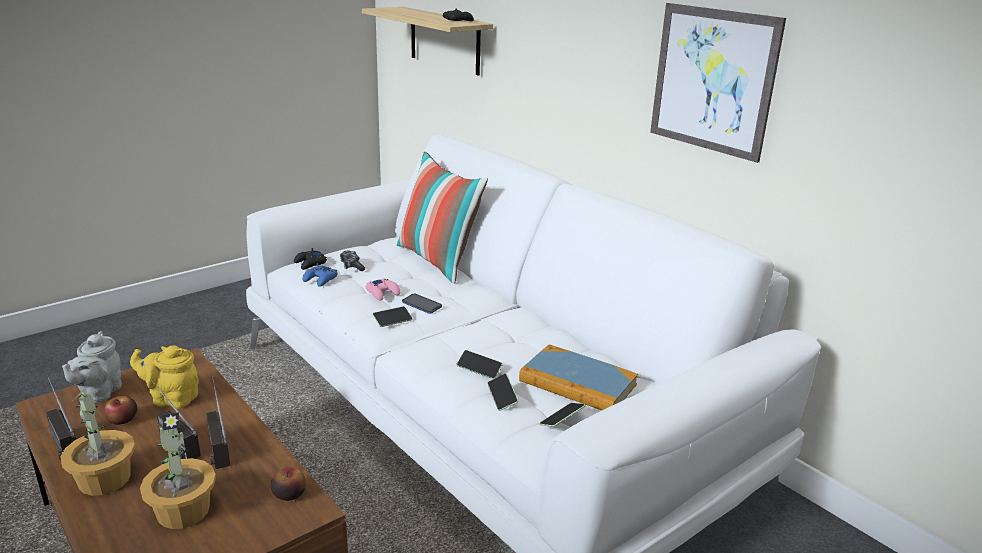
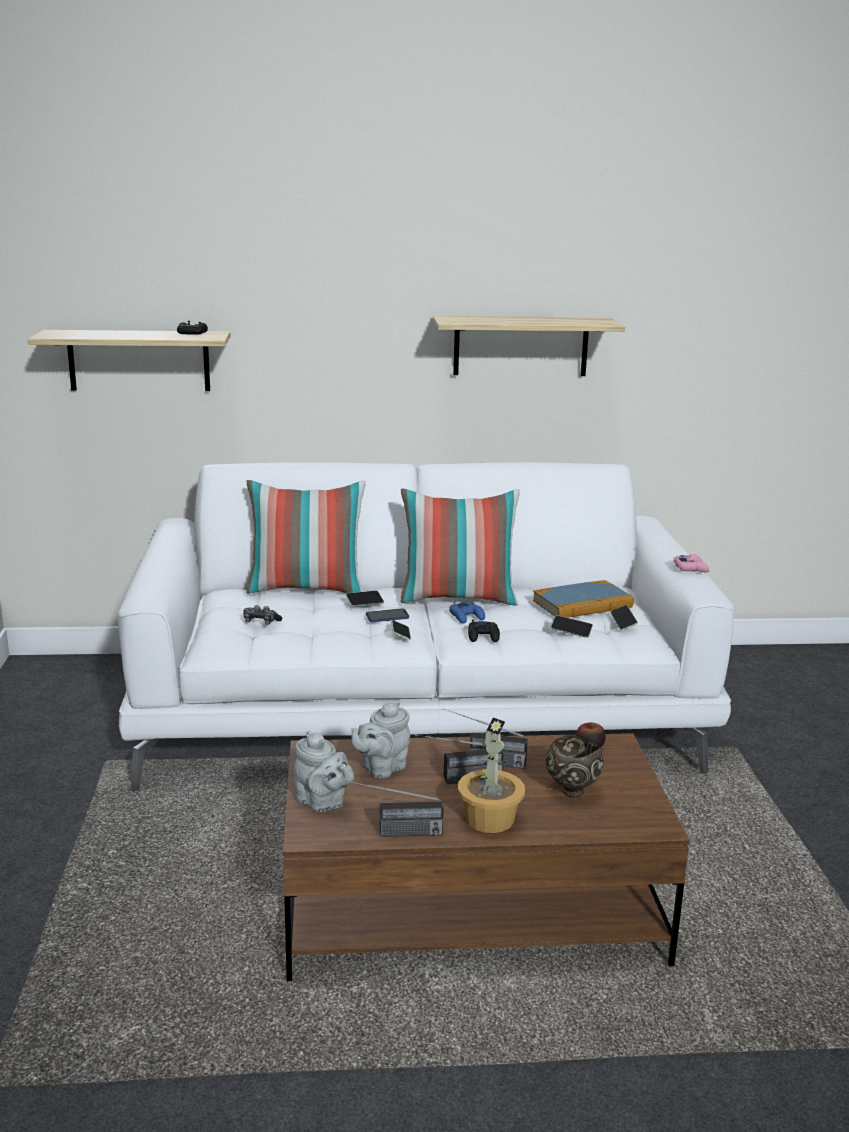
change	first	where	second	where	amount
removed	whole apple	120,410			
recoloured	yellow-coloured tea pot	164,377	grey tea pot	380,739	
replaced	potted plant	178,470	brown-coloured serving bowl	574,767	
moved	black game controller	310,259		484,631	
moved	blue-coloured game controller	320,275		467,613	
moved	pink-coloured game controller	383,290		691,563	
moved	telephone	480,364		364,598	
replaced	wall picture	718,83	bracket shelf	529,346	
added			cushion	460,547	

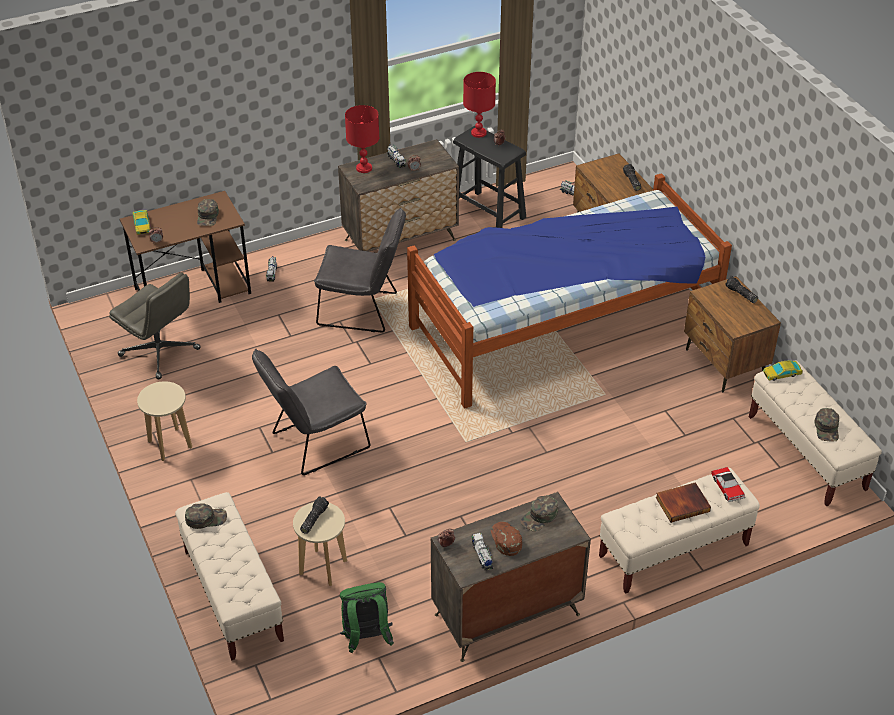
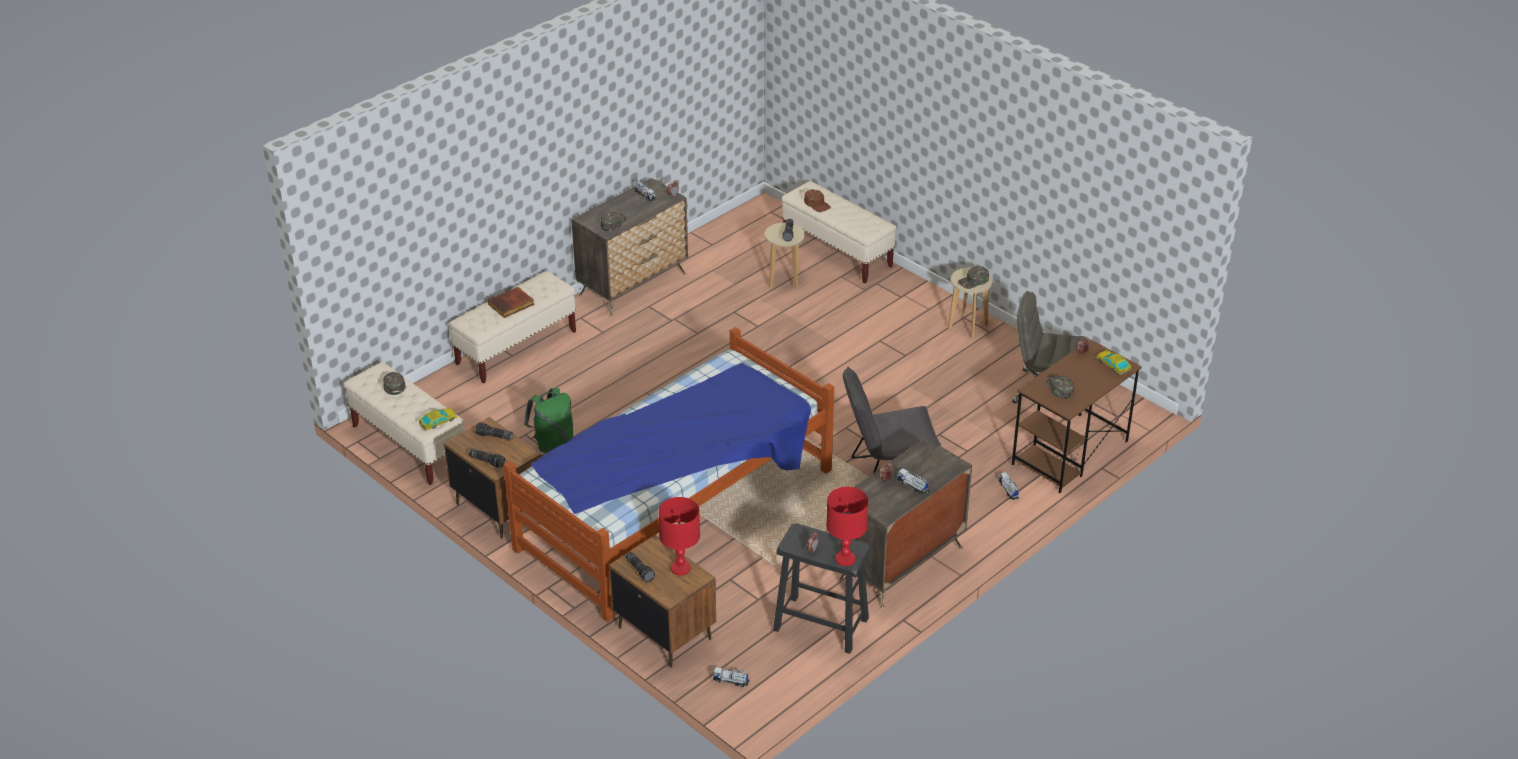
change	first	where	second	where	amount
moved	green baseball cap	206,516		973,277	
removed	grey plain chair	311,412			
moved	green knapsack	367,617		548,420	
moved	reddish tabletop lamp	362,139		679,536	
moved	brown-coloured baseball cap	506,539		817,200	
removed	model car	728,484			
added			hand torch	494,431	

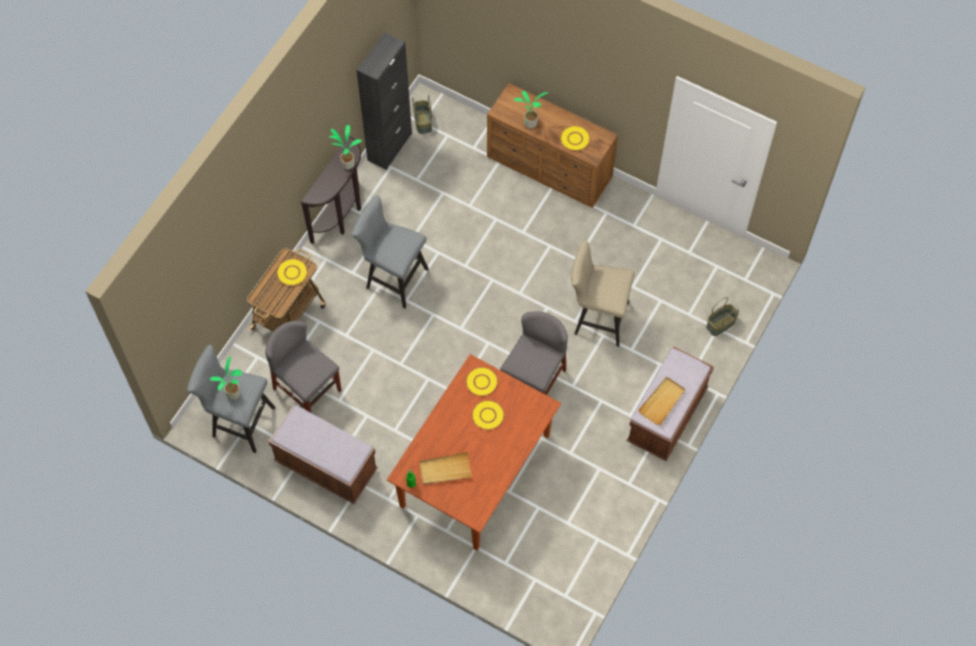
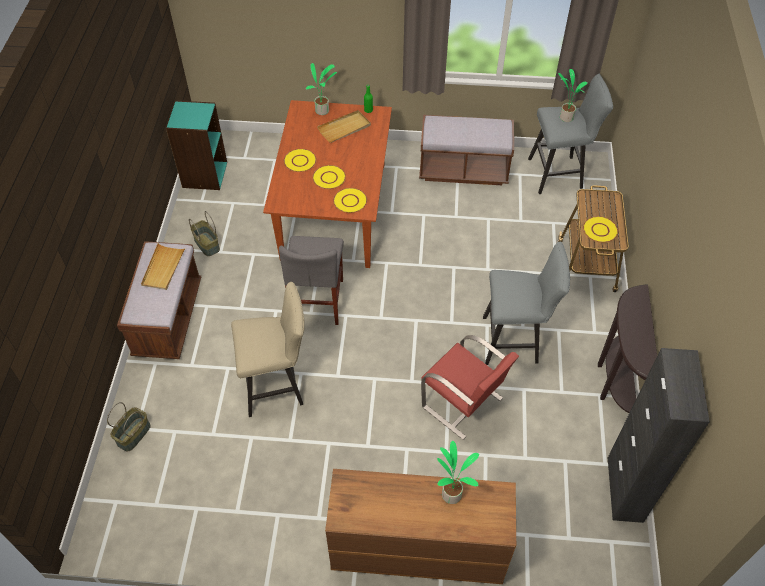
change	first	where	second	where	amount
removed	grey plain chair	303,367			
moved	potted plant	345,147		321,89	
moved	household basket	422,114		204,233	
moved	yellow-coloured dinner plate	575,138		300,160	
added			blue-green shelving unit	196,145	
added			reddish plain chair	470,387	

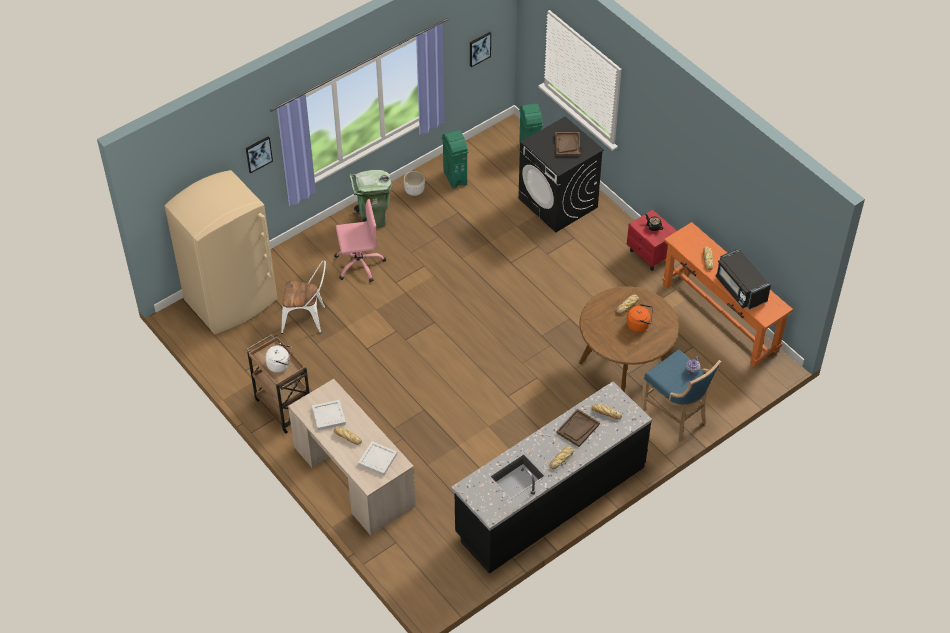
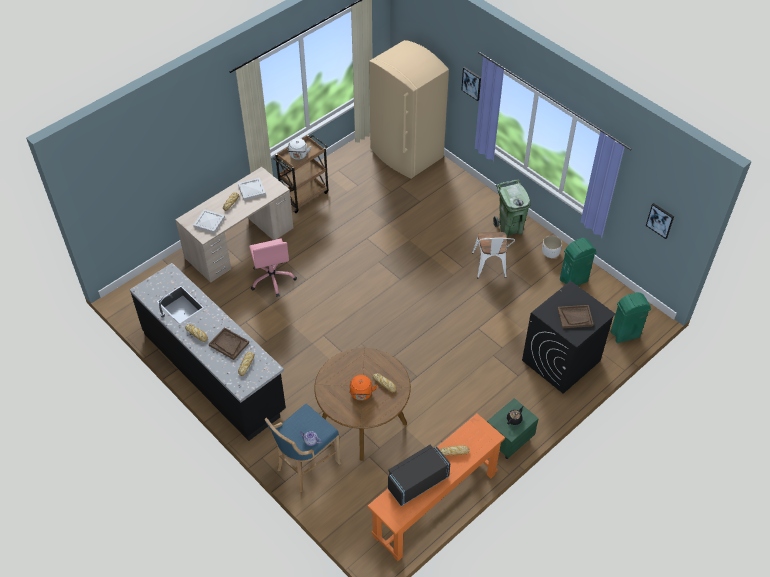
change	first	where	second	where	amount
moved	whitish plain chair	303,297		493,255	
moved	pink-coloured desk chair	360,240		273,267	
recoloured	reddish bedside table	652,240	green bedside table	513,428	

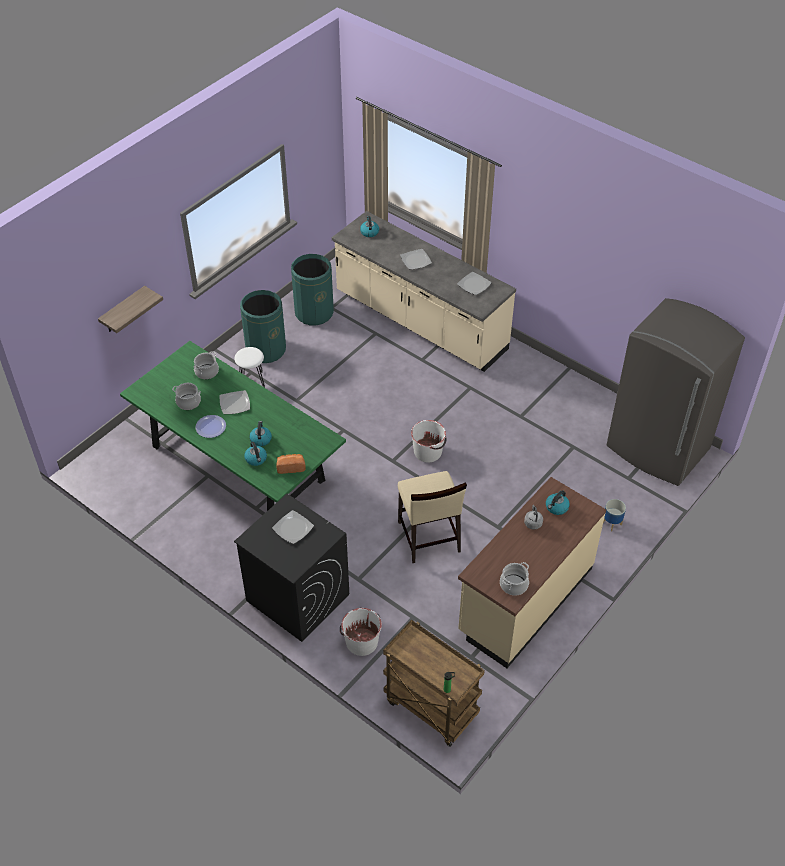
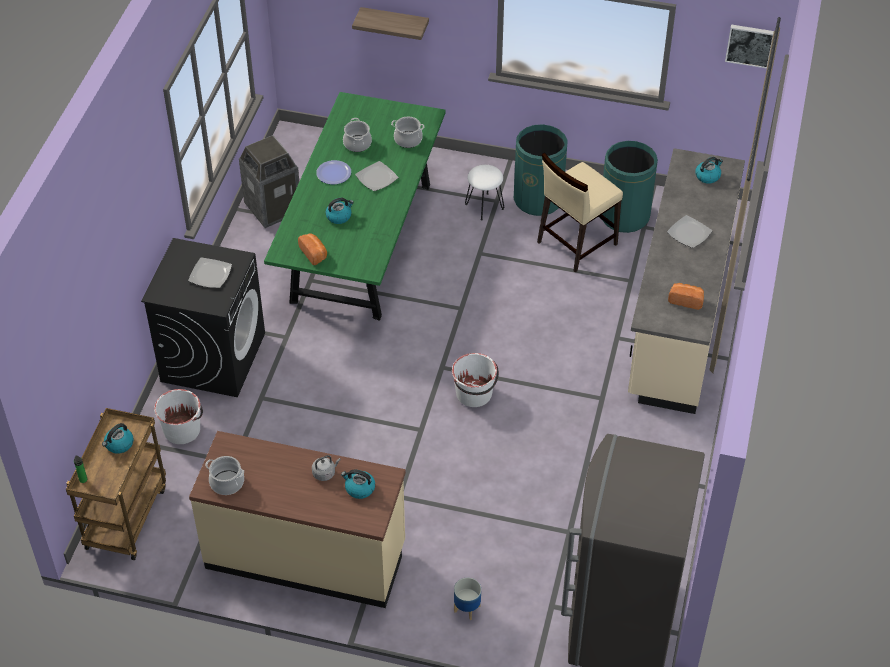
change	first	where	second	where	amount
moved	tea kettle	255,454		118,438	
moved	beige-coloured plain chair	432,517		580,212	
replaced	dinner plate	474,283	baked bread	686,296	
added			rubbish bin	269,181	
added			wall picture	749,46	

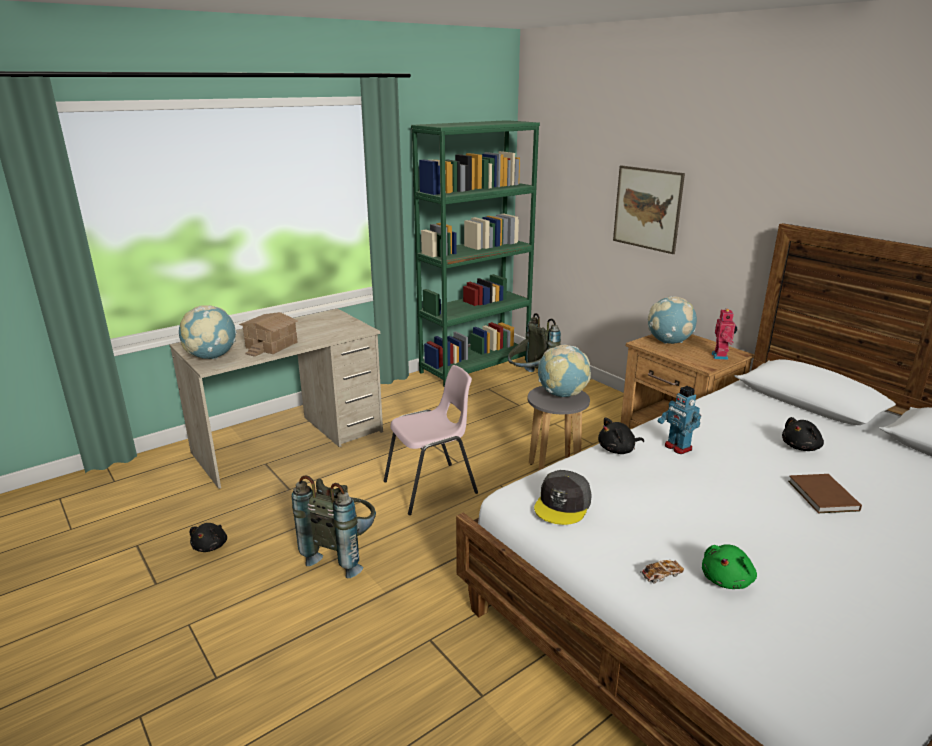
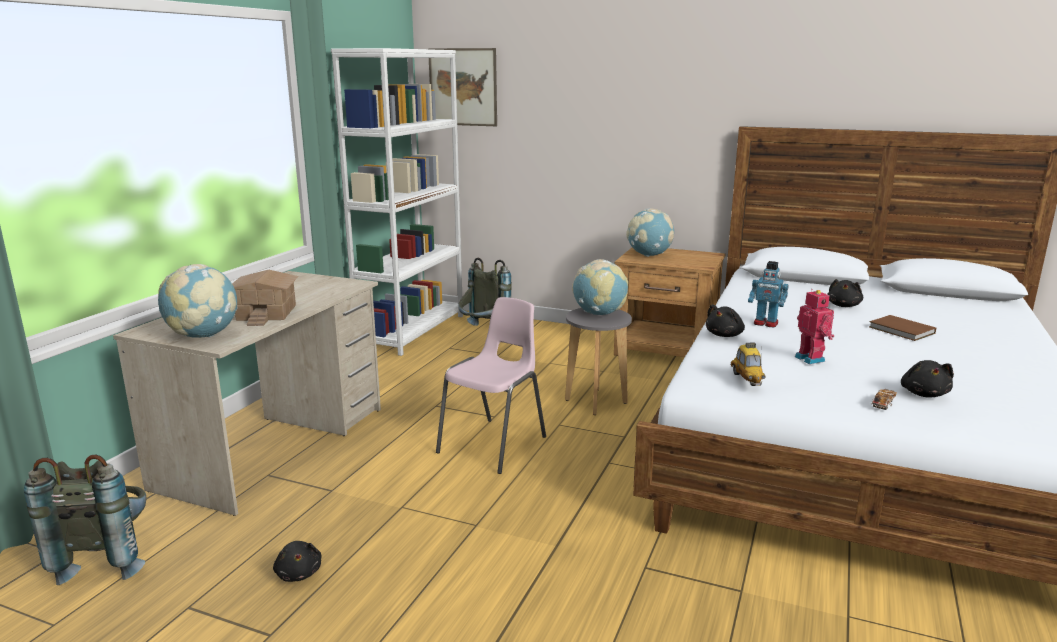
change	first	where	second	where	amount
moved	grey knapsack	334,527		85,519	
recoloured	green shelving unit	475,253	whitish shelving unit	397,202	
replaced	grey baseball cap	563,497	model car	748,364	
moved	wall picture	649,209		462,87	
recoloured	green cuddly toy	729,566	black cuddly toy	927,378	
moved	model robot	724,334		814,326	

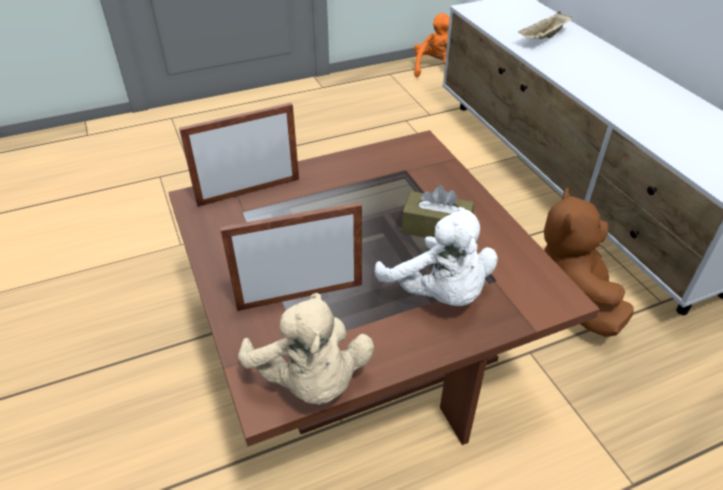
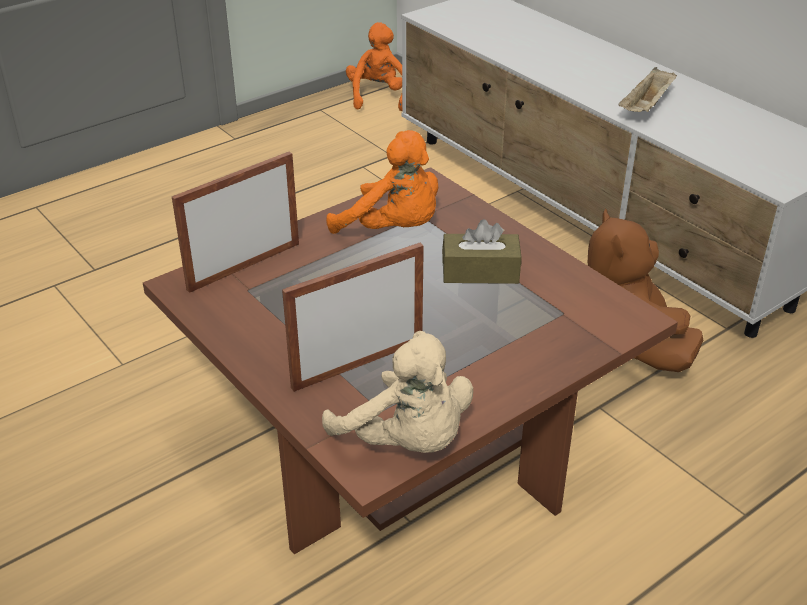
change	first	where	second	where	amount
removed	whitish cuddly toy	436,256			
moved	beige-coloured tray	545,25		647,89	
added			orange-coloured cuddly toy	382,182	

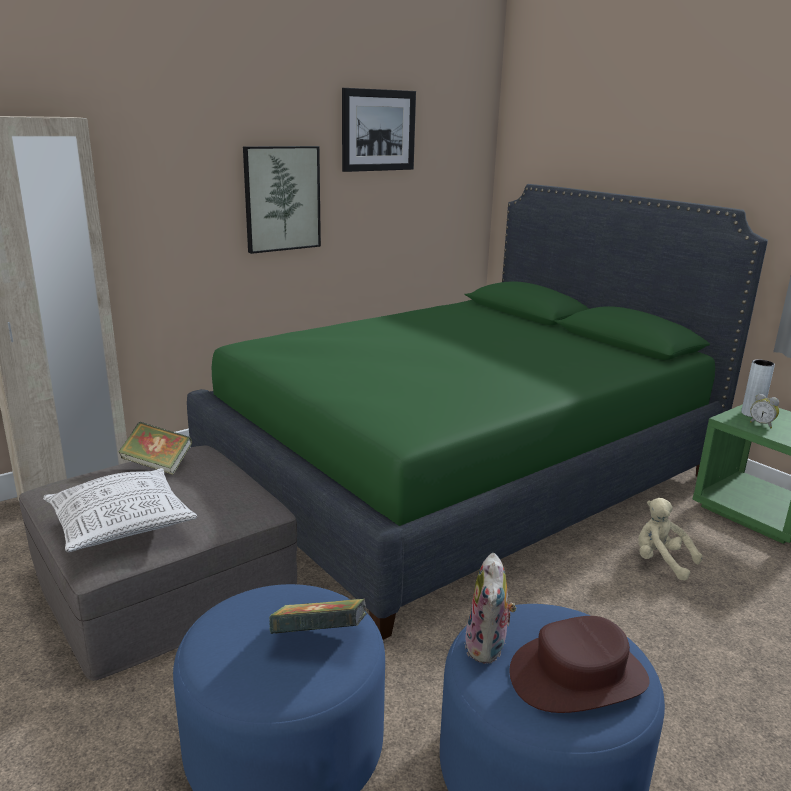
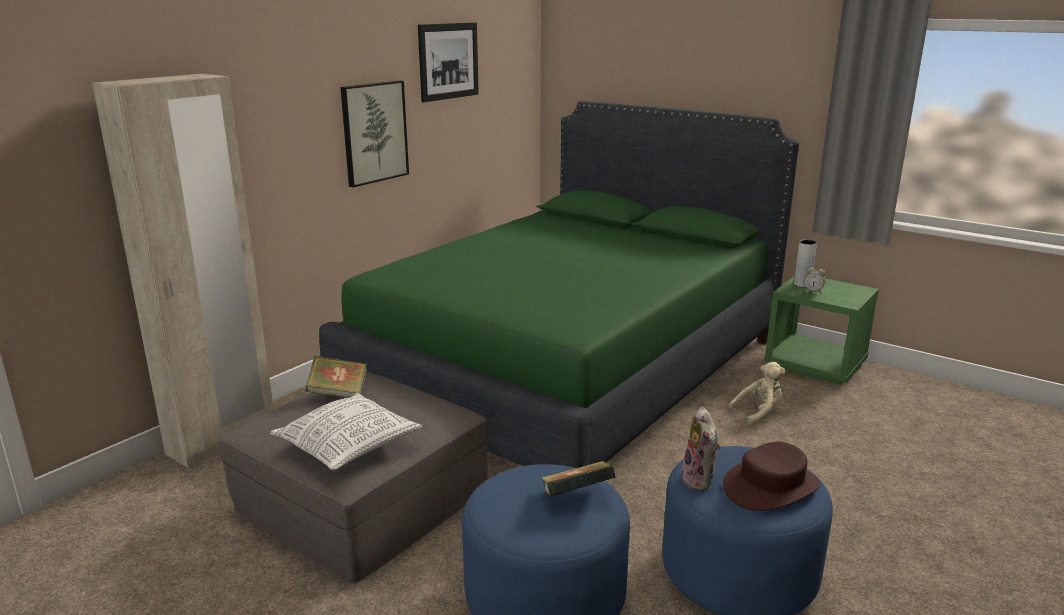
change	first	where	second	where	amount
turned	beige-coloured cuddly toy	671,539		757,393	135 degrees clockwise

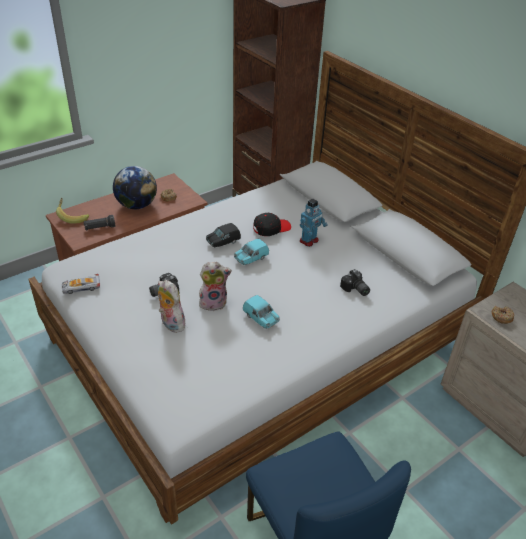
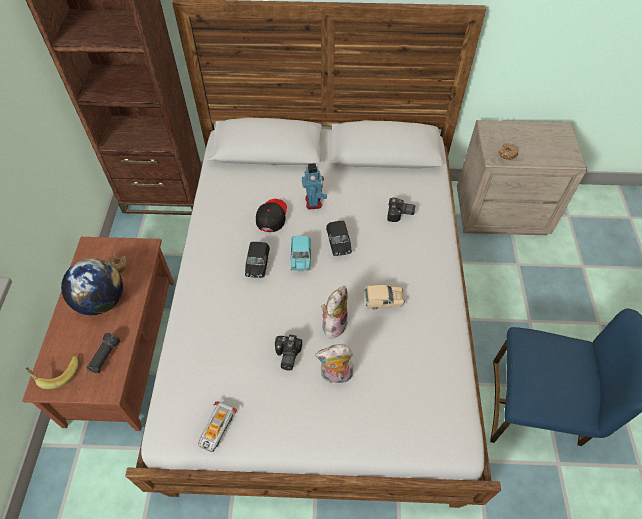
change	first	where	second	where	amount
recoloured	blue-green model car	261,312	beige-coloured model car	384,297	
added			black model car	339,238	

